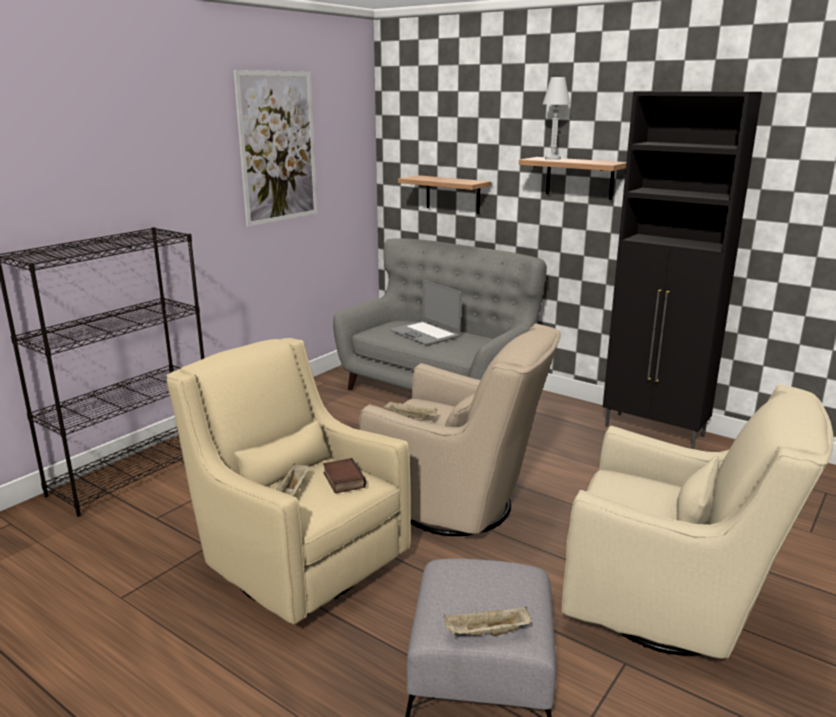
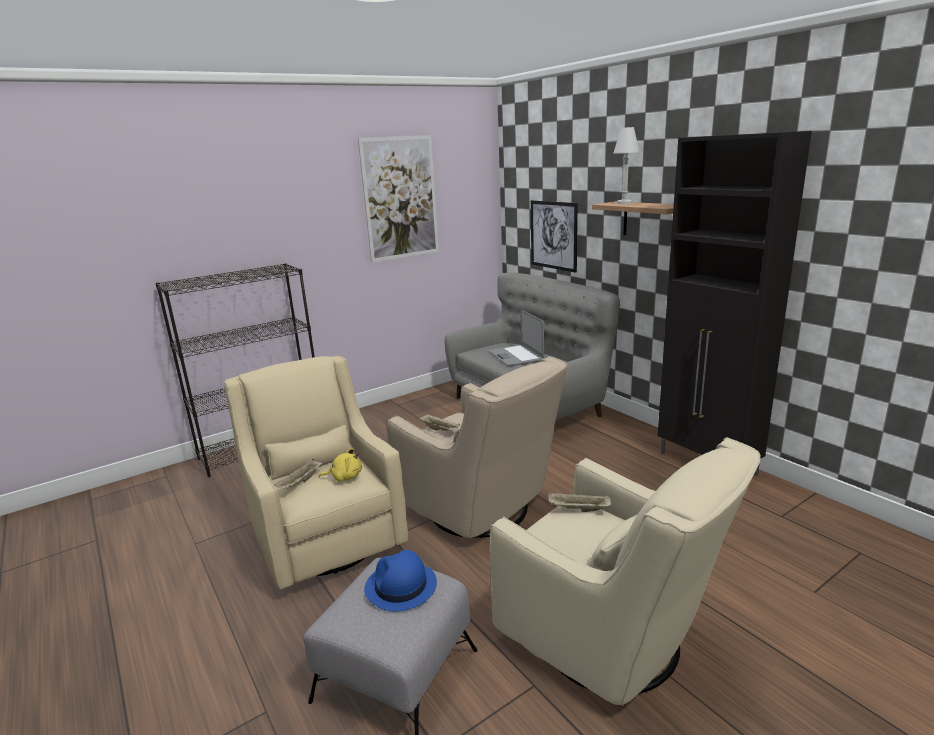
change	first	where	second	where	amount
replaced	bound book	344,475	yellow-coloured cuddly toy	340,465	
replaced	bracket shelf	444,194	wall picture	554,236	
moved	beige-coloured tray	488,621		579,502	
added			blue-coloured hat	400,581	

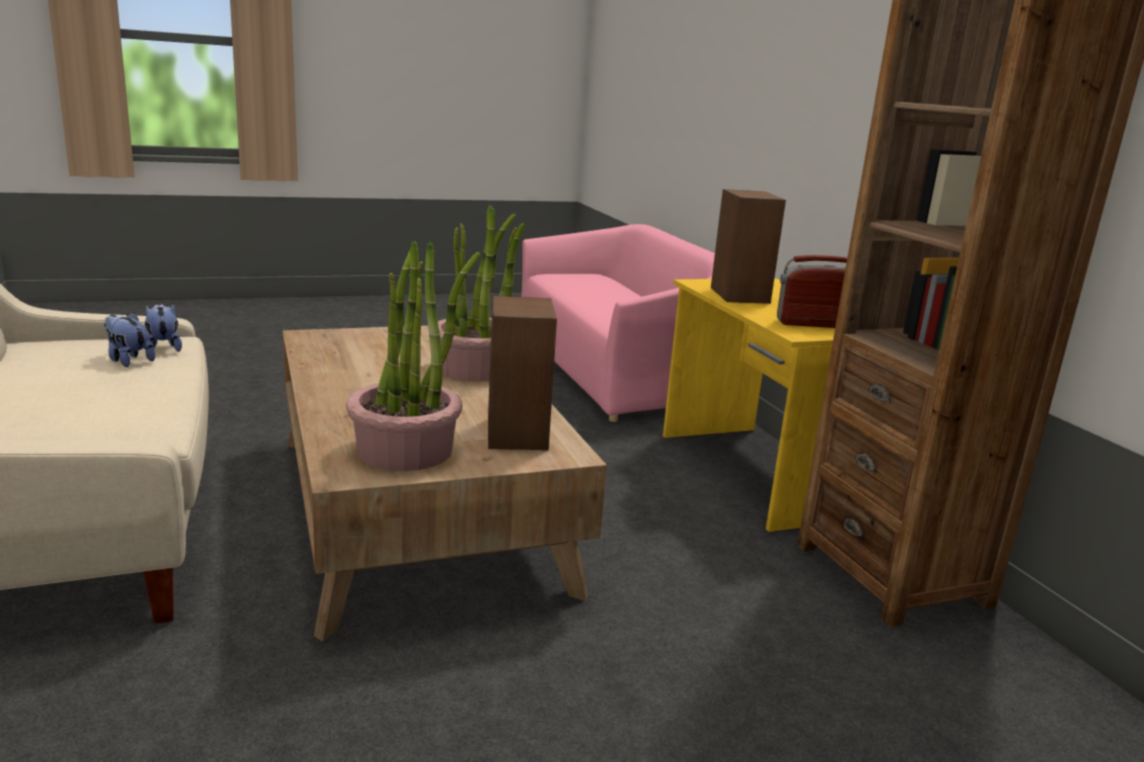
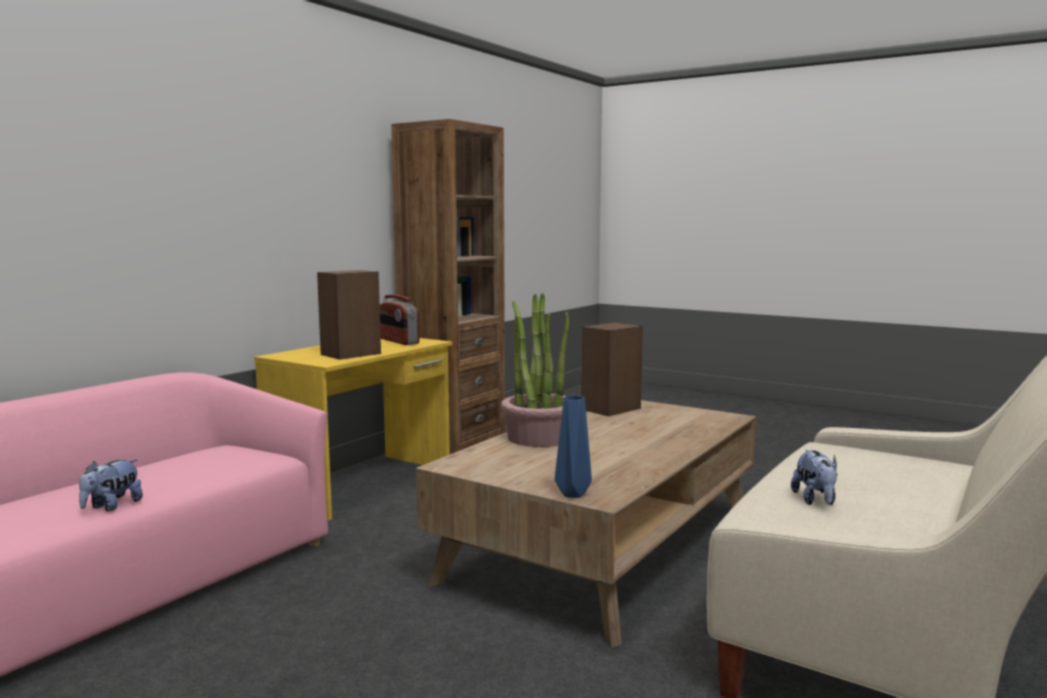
change	first	where	second	where	amount
moved	cuddly toy	163,327		111,486	
removed	potted plant	413,355			
added			blue-coloured decorative vase	573,446	

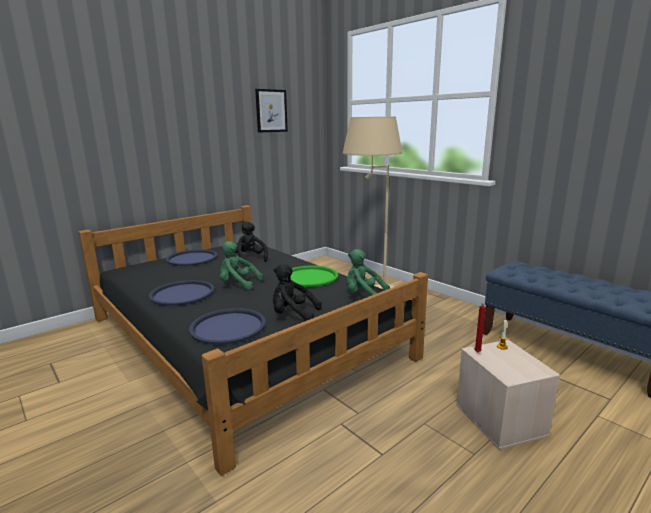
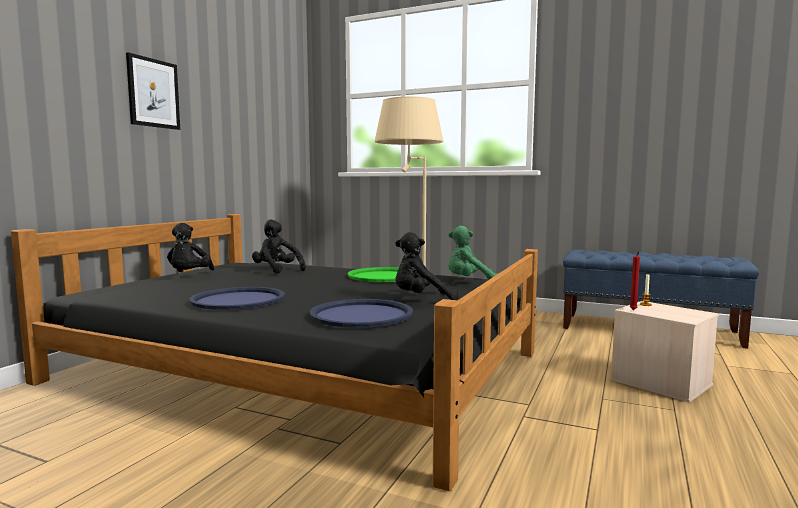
change	first	where	second	where	amount
replaced	blue-coloured tray	191,257	black cuddly toy	190,247	
removed	green cuddly toy	241,265			
moved	wall picture	271,110		153,91	

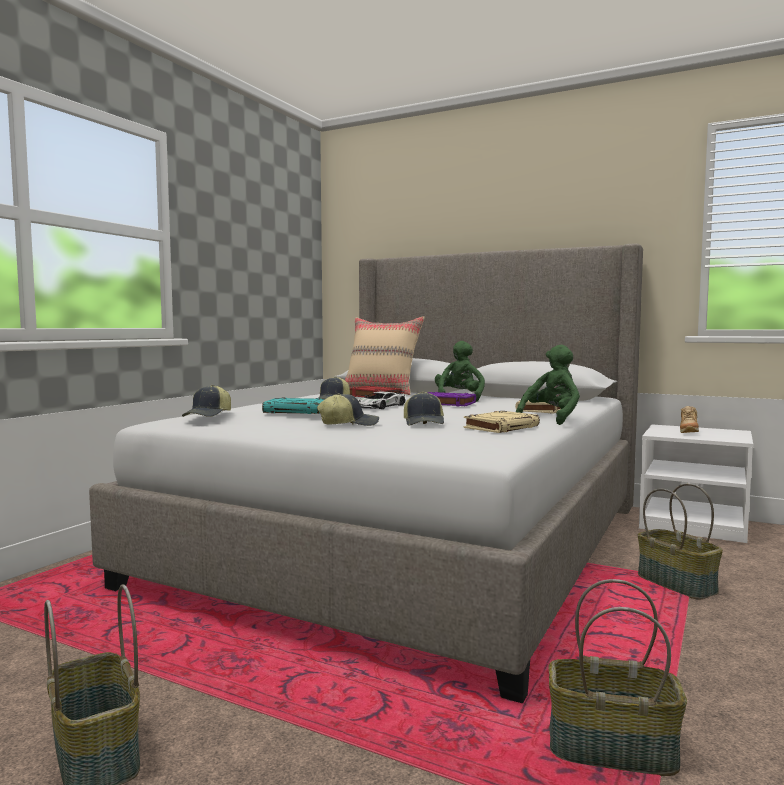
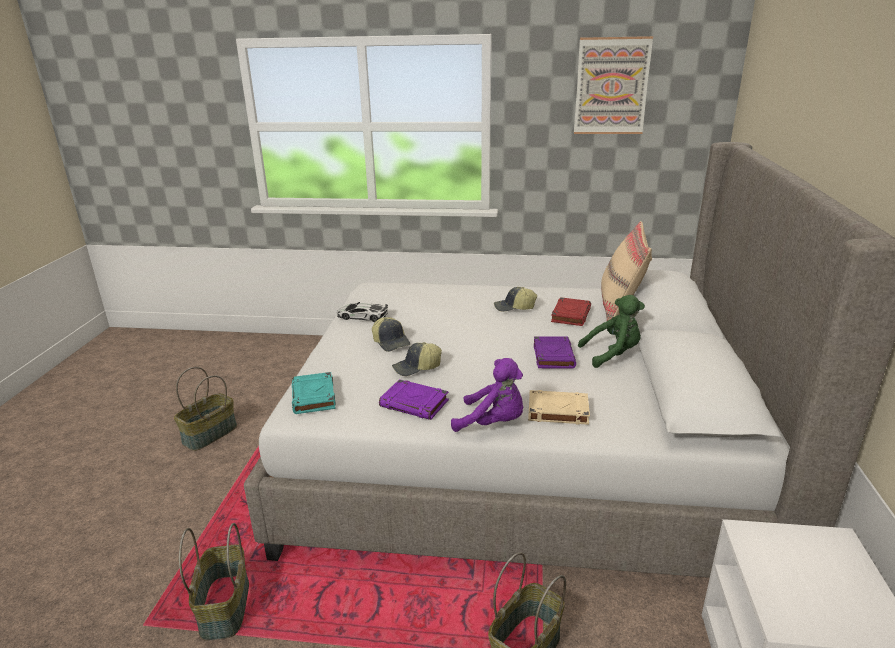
change	first	where	second	where	amount
removed	baseball cap	206,401			
moved	blue-green bound book	293,406		314,393	
moved	model car	382,399		362,312	
recoloured	beige-coloured bound book	502,422	purple-coloured bound book	414,399	
recoloured	green cuddly toy	548,385	purple-coloured cuddly toy	487,395	
removed	beige-coloured low shoe	689,419			
added			wall picture	613,85	

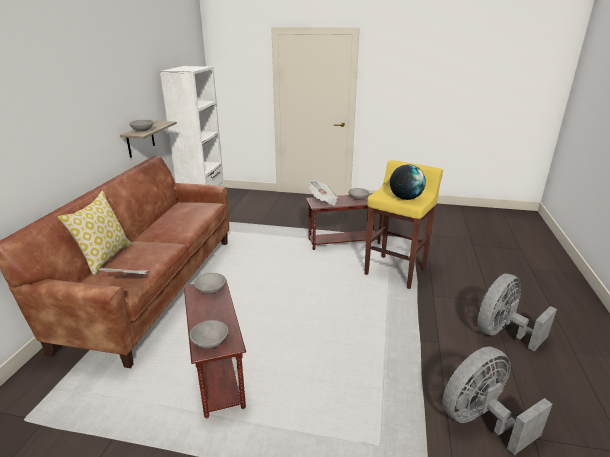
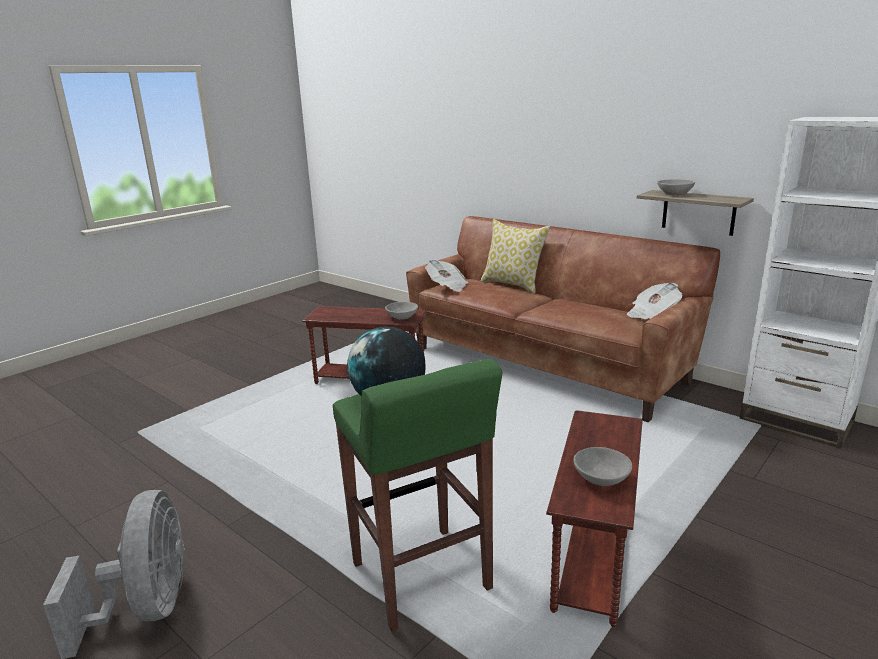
change	first	where	second	where	amount
removed	grey serving bowl	209,334			
moved	printed paper	323,193		655,301	
recoloured	yellow-coloured stool seat	403,224	green stool seat	417,495	
removed	grey cooling fan	497,401			

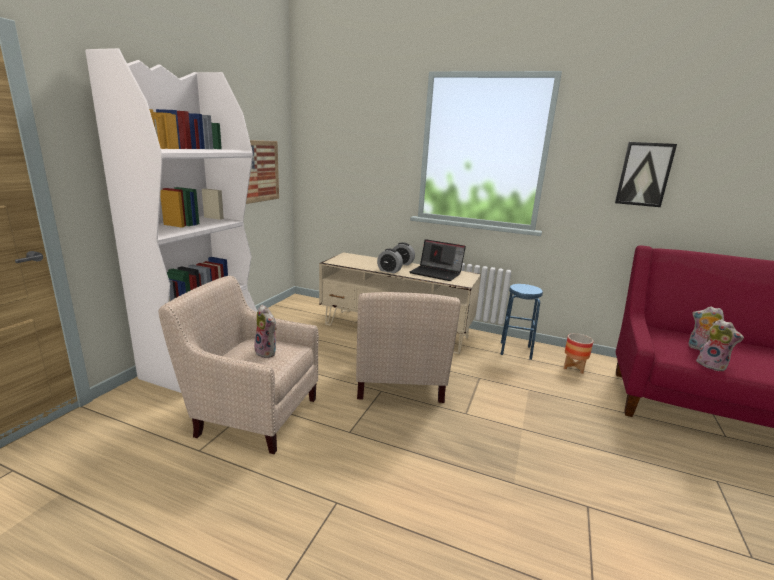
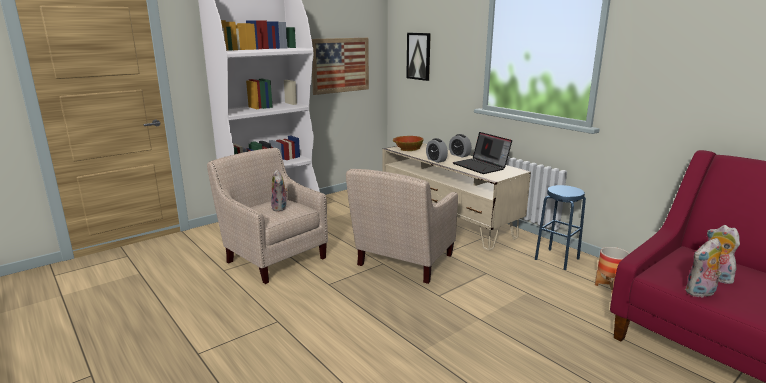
change	first	where	second	where	amount
moved	wall picture	646,174		418,57	
turned	cuddly toy	720,345		703,268	75 degrees clockwise
added			serving bowl	408,143	

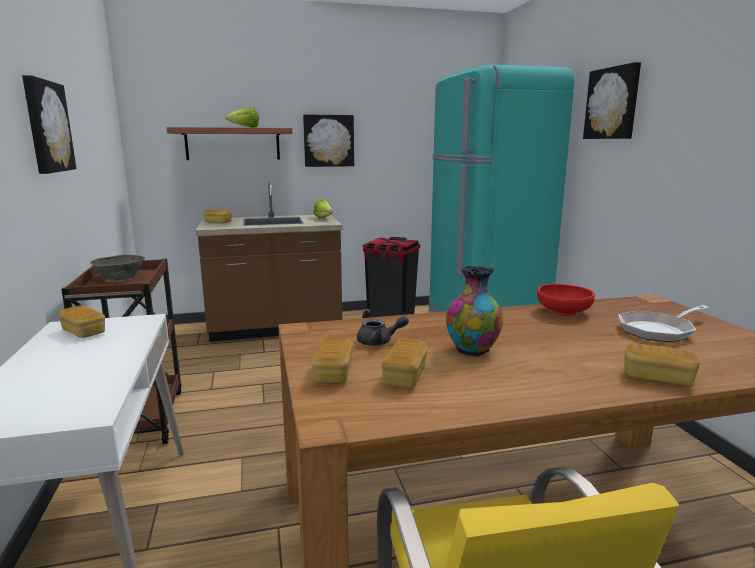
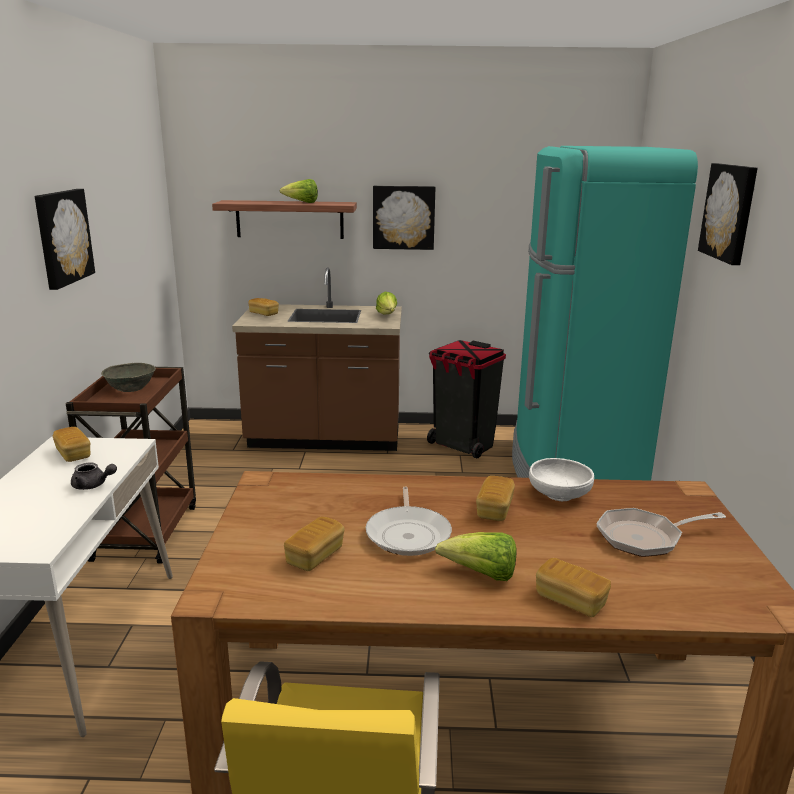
change	first	where	second	where	amount
moved	baked bread	332,360		495,498	
moved	grey tea pot	383,330		94,476	
replaced	decorative vase	474,311	pan	409,521	
recoloured	reddish serving bowl	566,300	whitish serving bowl	561,479	
added			lettuce	475,556	

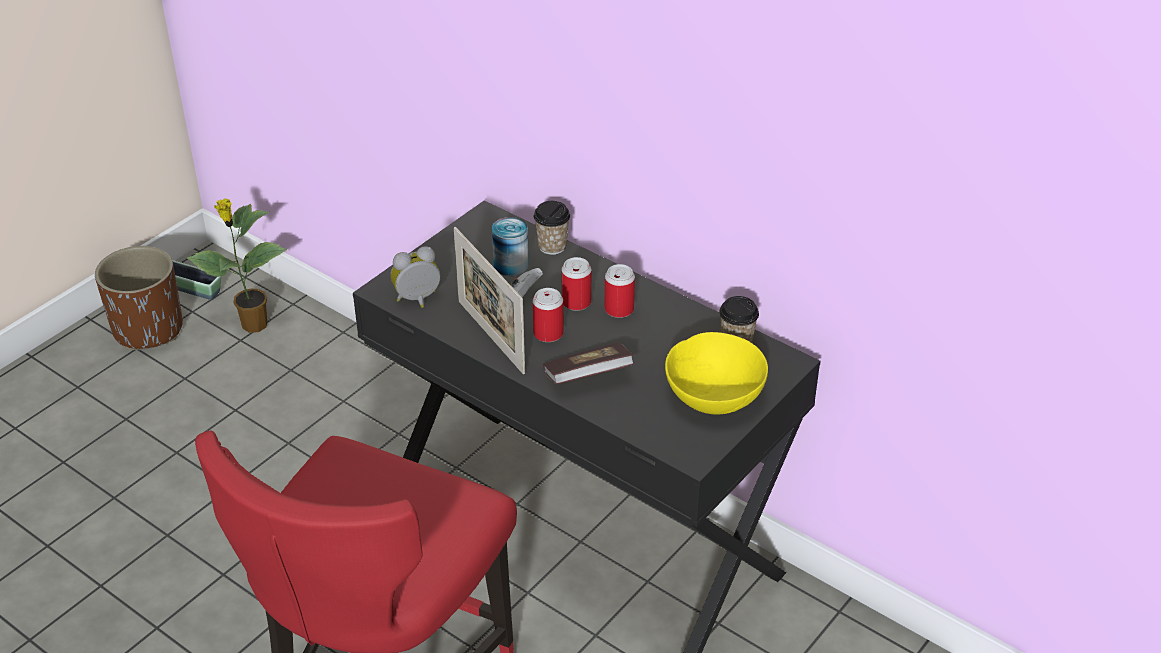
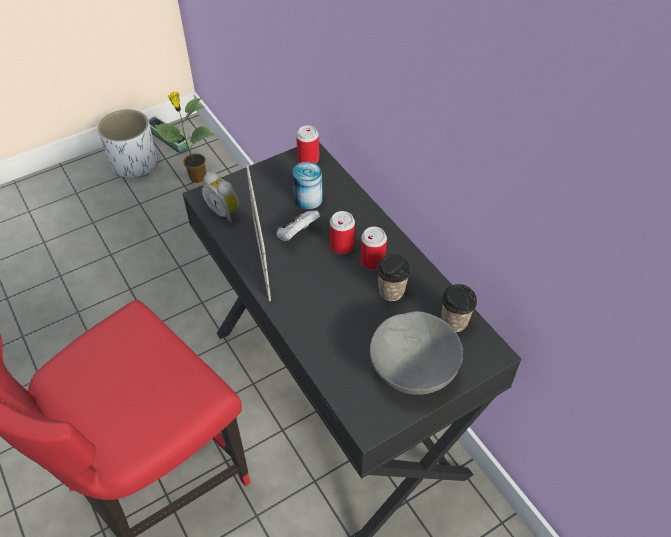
change	first	where	second	where	amount
recoloured	brown-coloured flower pot	139,298	whitish flower pot	127,143	
turned	bedside clock	416,277		220,197	135 degrees counterclockwise
moved	sealed can	548,315		307,144	
moved	cup	552,228		394,277	
removed	bound book	589,364			
recoloured	yellow-coloured serving bowl	716,373	grey serving bowl	416,353	

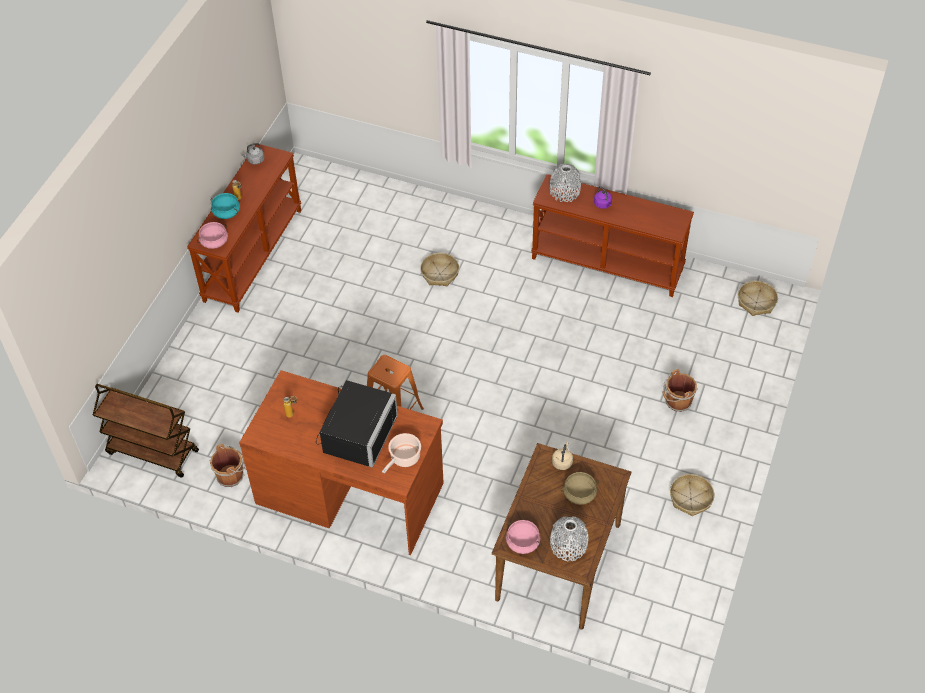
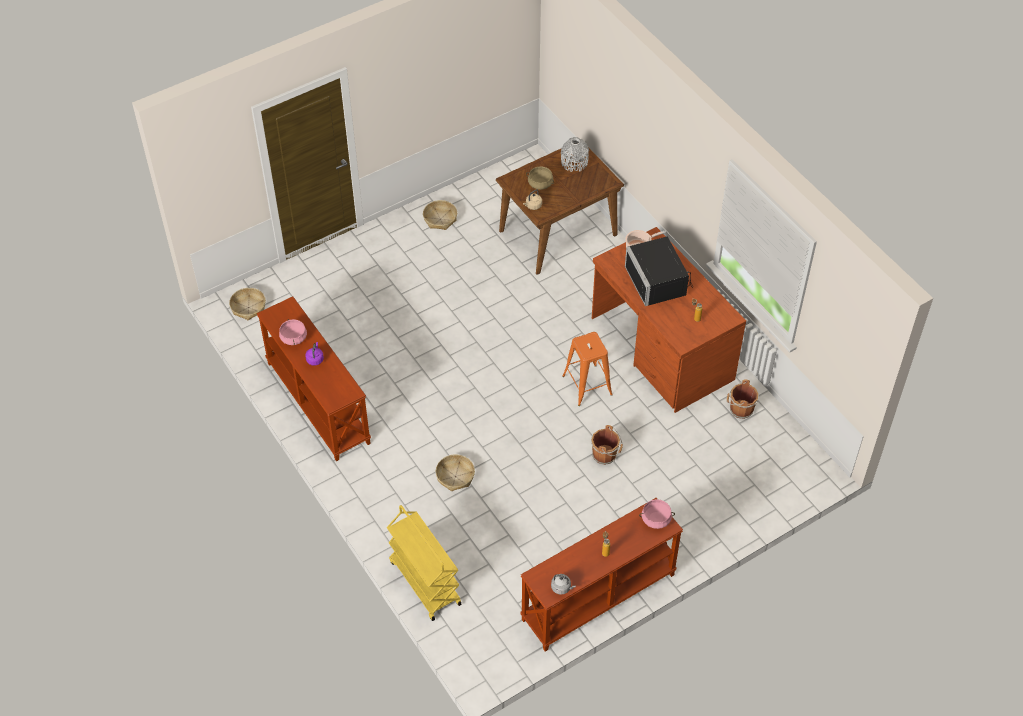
change	first	where	second	where	amount
removed	brown-coloured cart	146,431			
removed	blue-green saucepot	225,206			
turned	black kitchen microwave	357,424		659,271	75 degrees counterclockwise
moved	pink-coloured saucepot	523,537		293,332	
removed	grey decorative vase	565,182			
moved	brown-coloured bucket	680,390		607,445	
added			yellow-coloured cart	424,563	

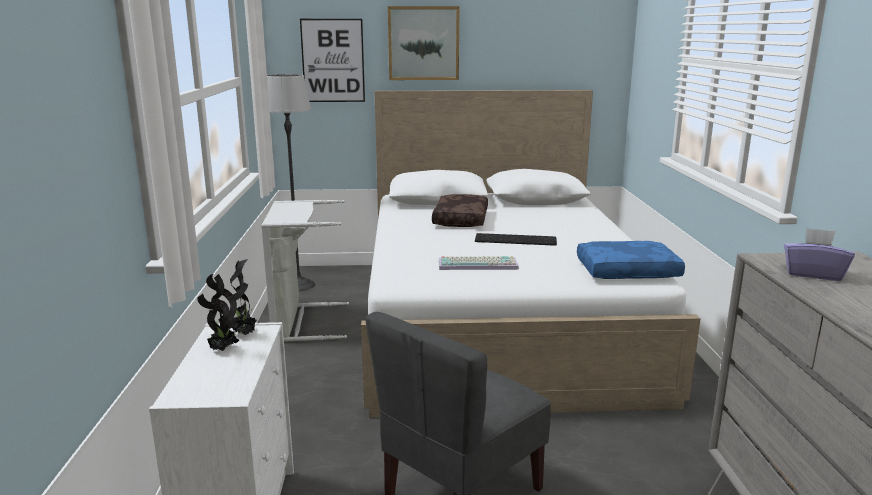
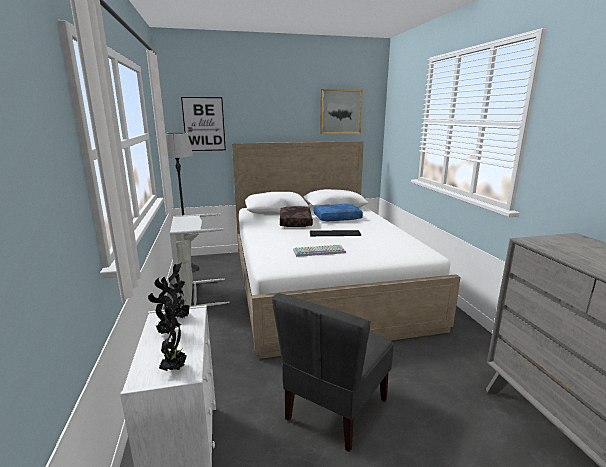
change	first	where	second	where	amount
moved	wall picture	424,43		341,111	
moved	blue-coloured cushion	631,260		338,212	
removed	purple-coloured tissue box	819,254			
added			potted plant	172,336	

